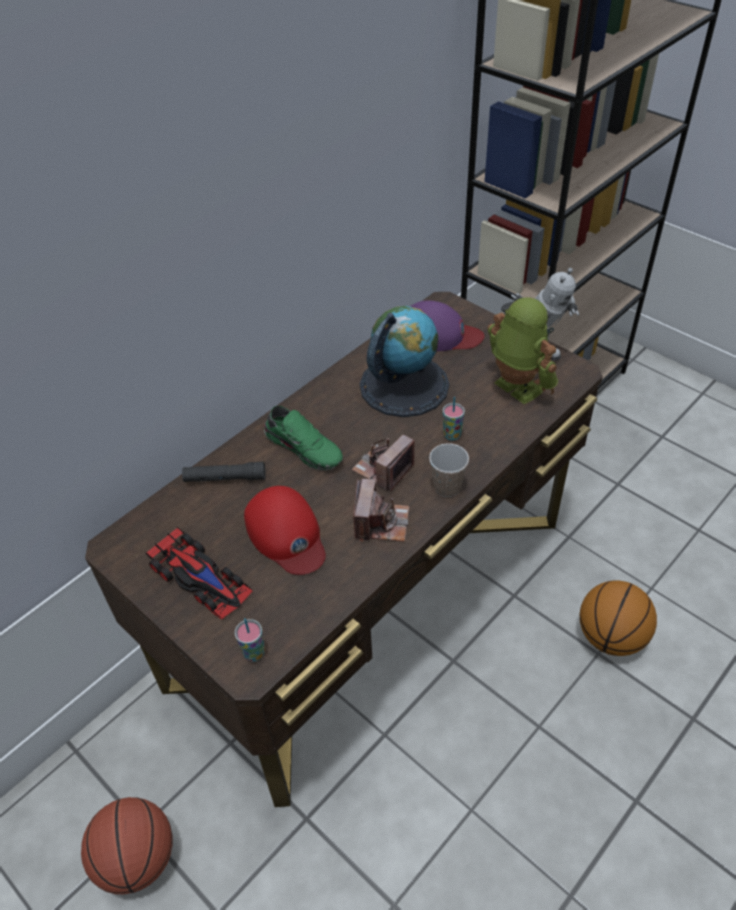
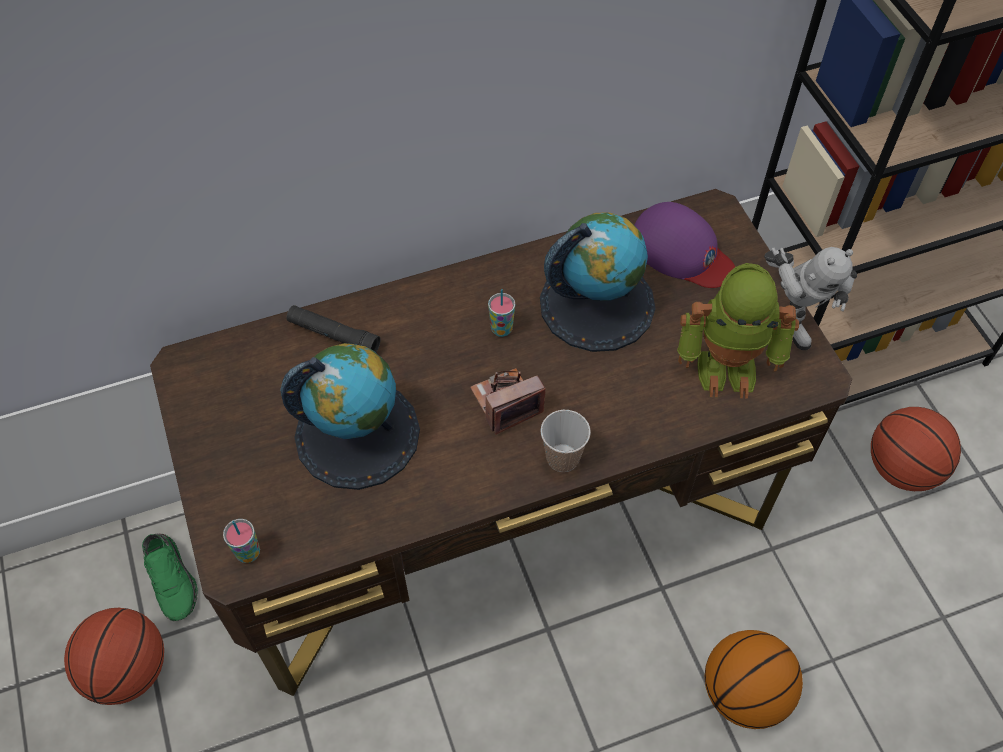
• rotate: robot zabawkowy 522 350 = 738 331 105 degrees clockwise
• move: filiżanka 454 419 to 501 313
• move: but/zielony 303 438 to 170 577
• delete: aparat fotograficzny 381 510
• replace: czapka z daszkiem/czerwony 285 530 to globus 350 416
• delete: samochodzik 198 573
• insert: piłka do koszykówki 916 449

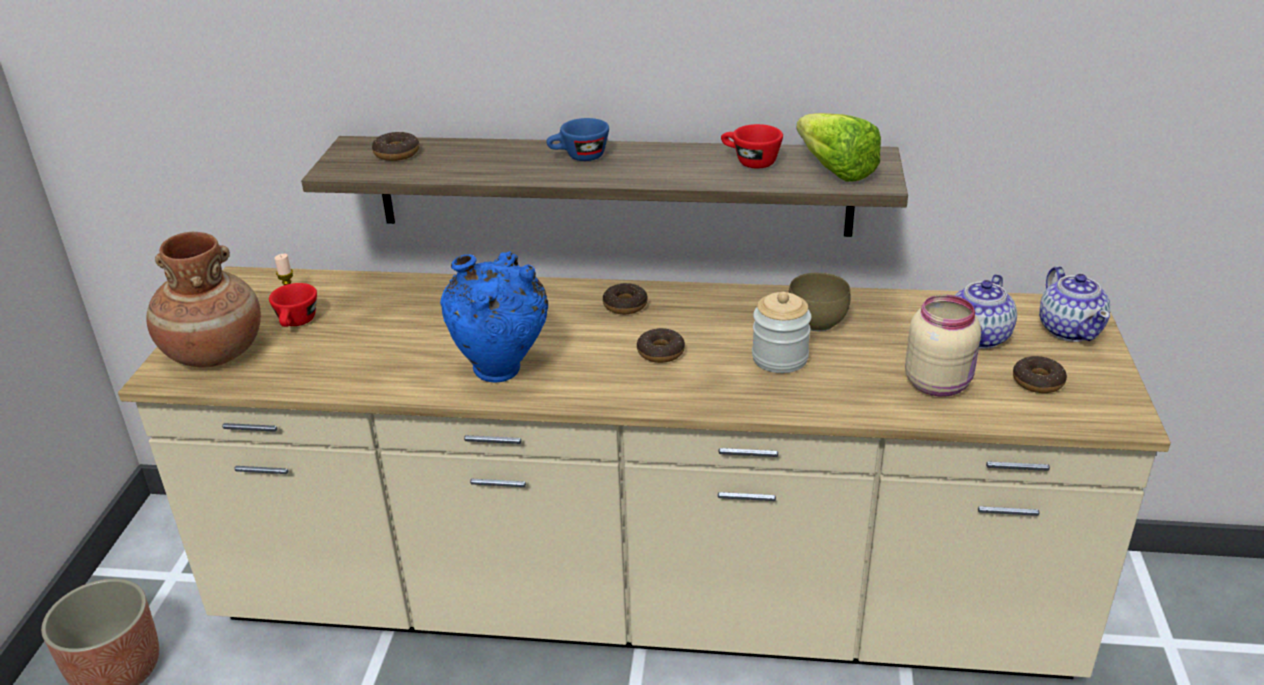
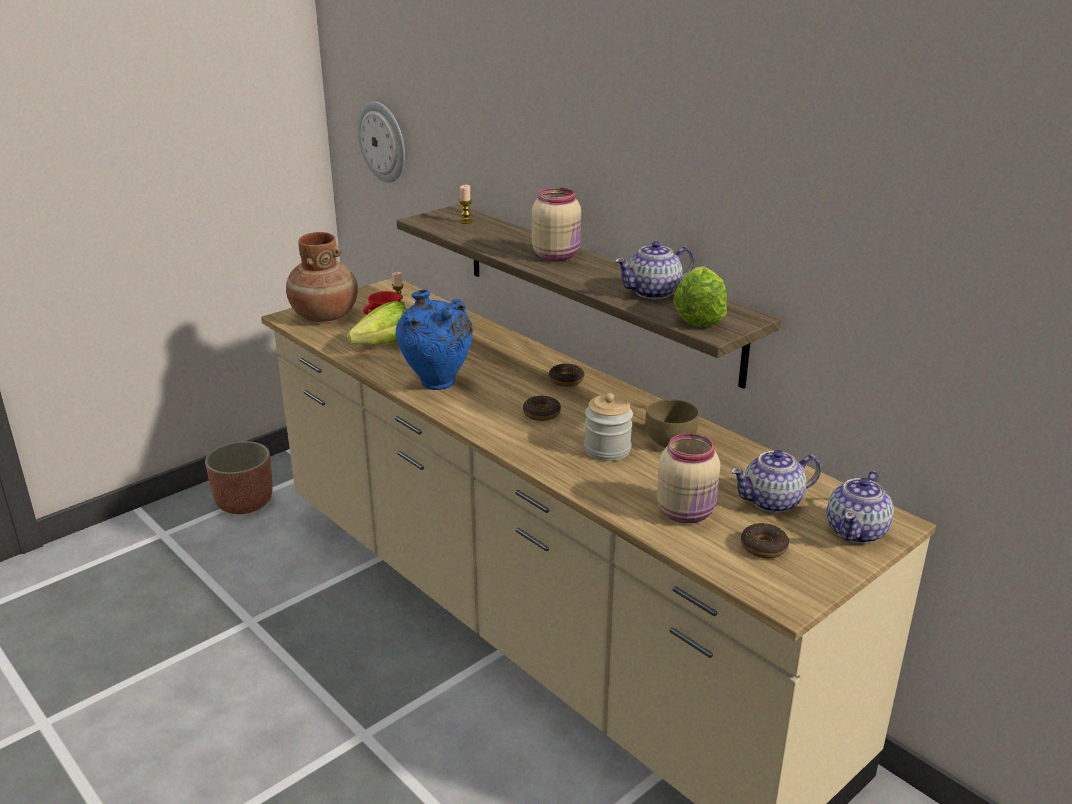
• replace: filiżanka/niebieski 577 139 to słoik/beżowy 556 224
• replace: filiżanka/czerwony 752 146 to imbryk 654 270
• replace: donut 395 146 to świeca 465 204
• insert: zegar ścienny 381 142
• insert: sałata 376 323

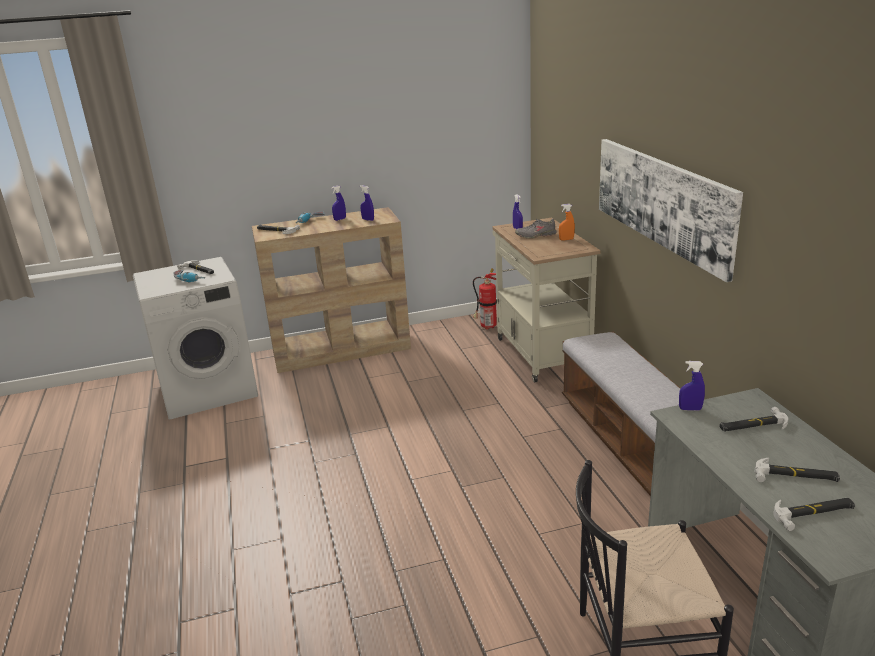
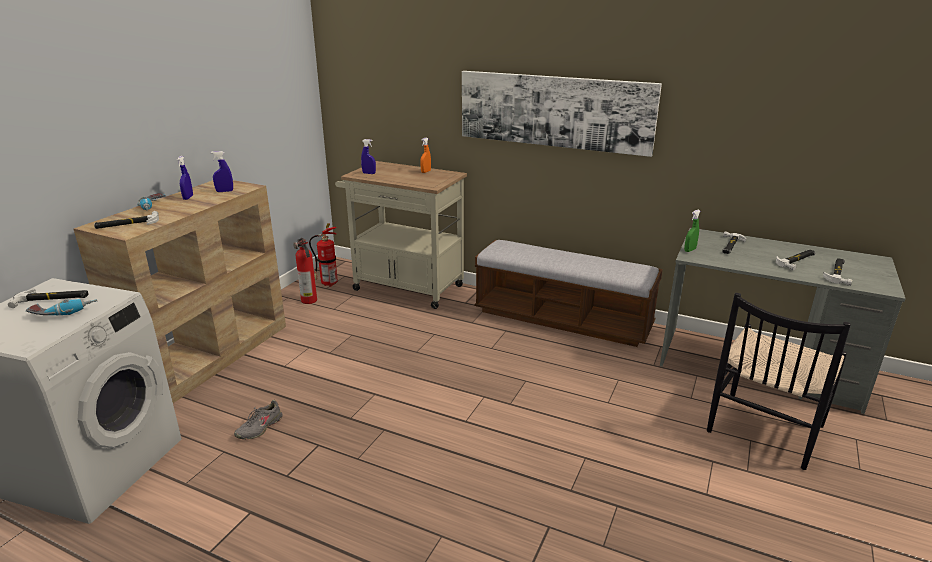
• move: but/szary 536 228 to 258 419
• recolor: spryskiwacz/niebieski 692 385 to spryskiwacz/zielony 692 231
• insert: gaśnica 305 271

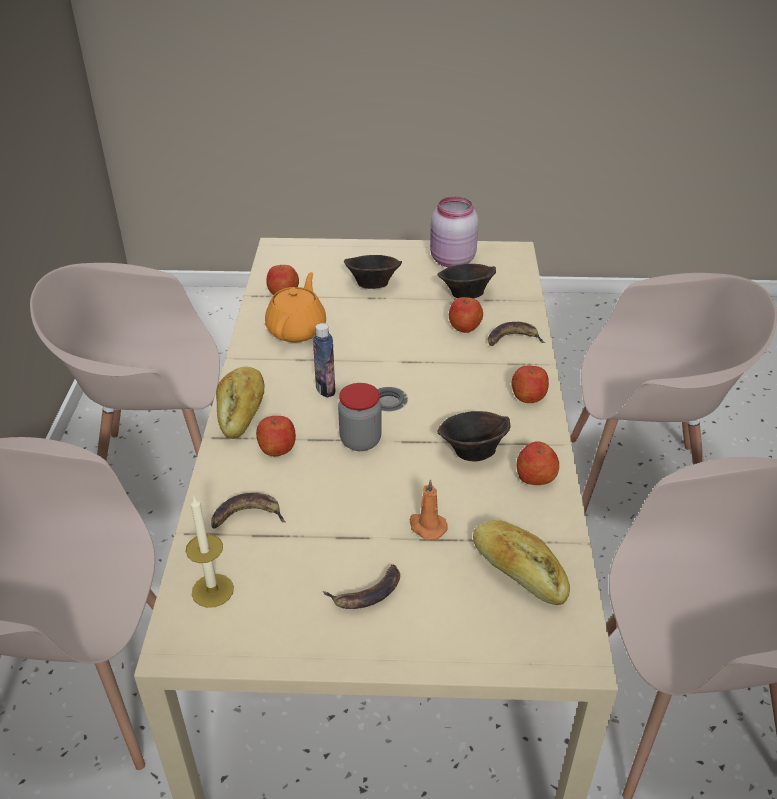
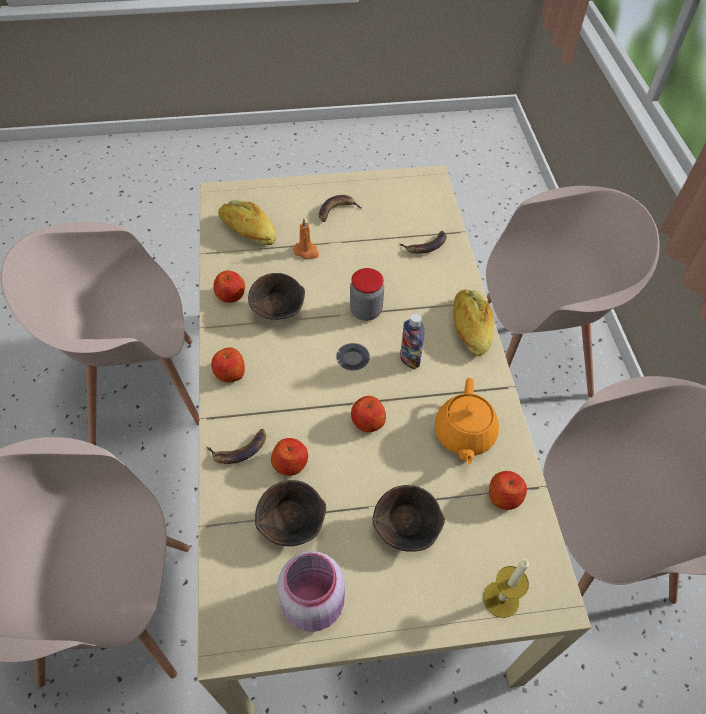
• move: jabłko 276 436 to 368 414
• move: świeca 210 551 to 506 588

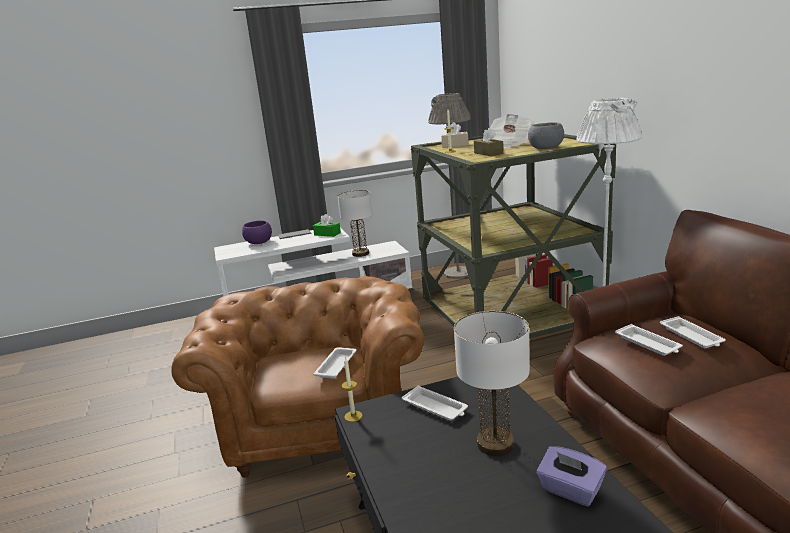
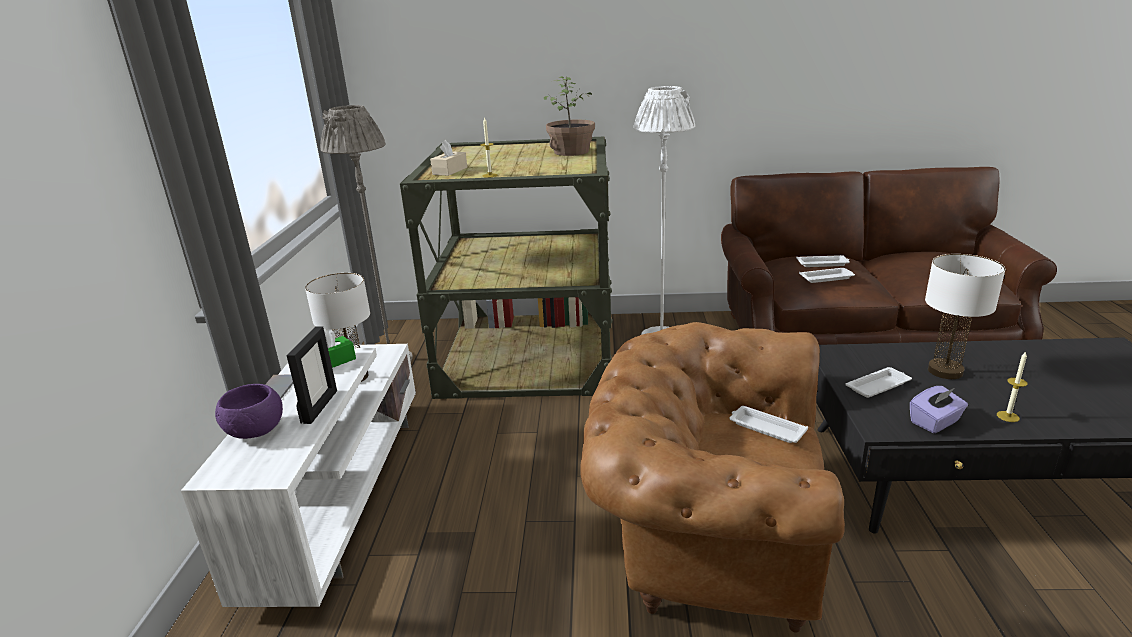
• delete: gazeta 512 131
• replace: miska/szary 546 135 to roślina doniczkowa 569 116
• delete: pudełko chusteczek/brązowy 488 142
• move: świeca 352 389 to 1012 386
• move: pudełko chusteczek/fioletowy 571 476 to 939 409
• insert: ramka na zdjęcie 312 375

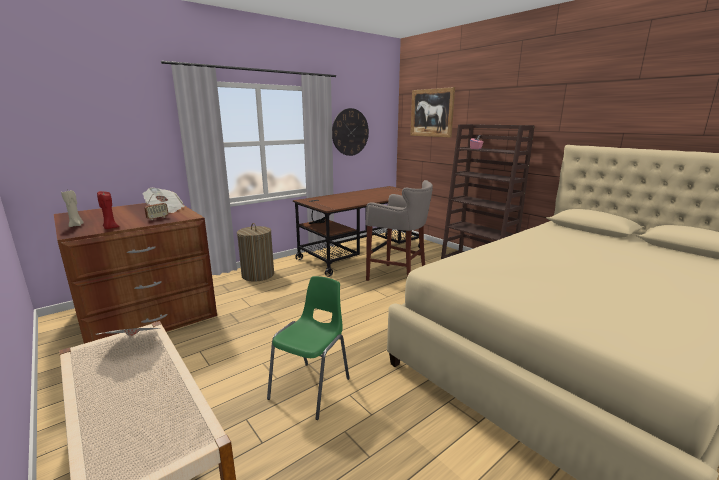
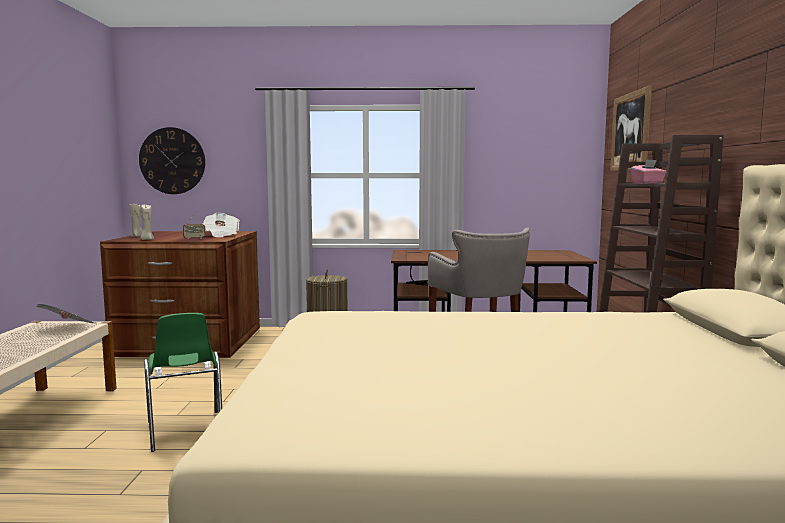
• move: zegar ścienny 350 132 to 172 160
• recolor: świeca/czerwony 108 210 to świeca/beżowy 147 222
• rotate: krzesło/zielony 308 348 = 183 382 90 degrees clockwise

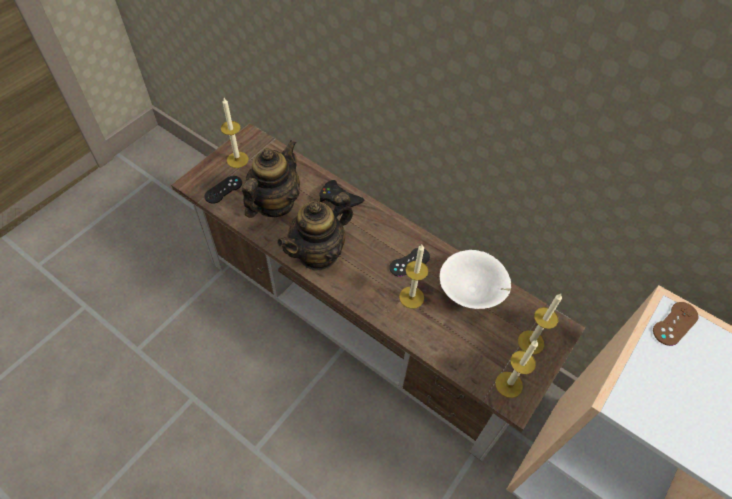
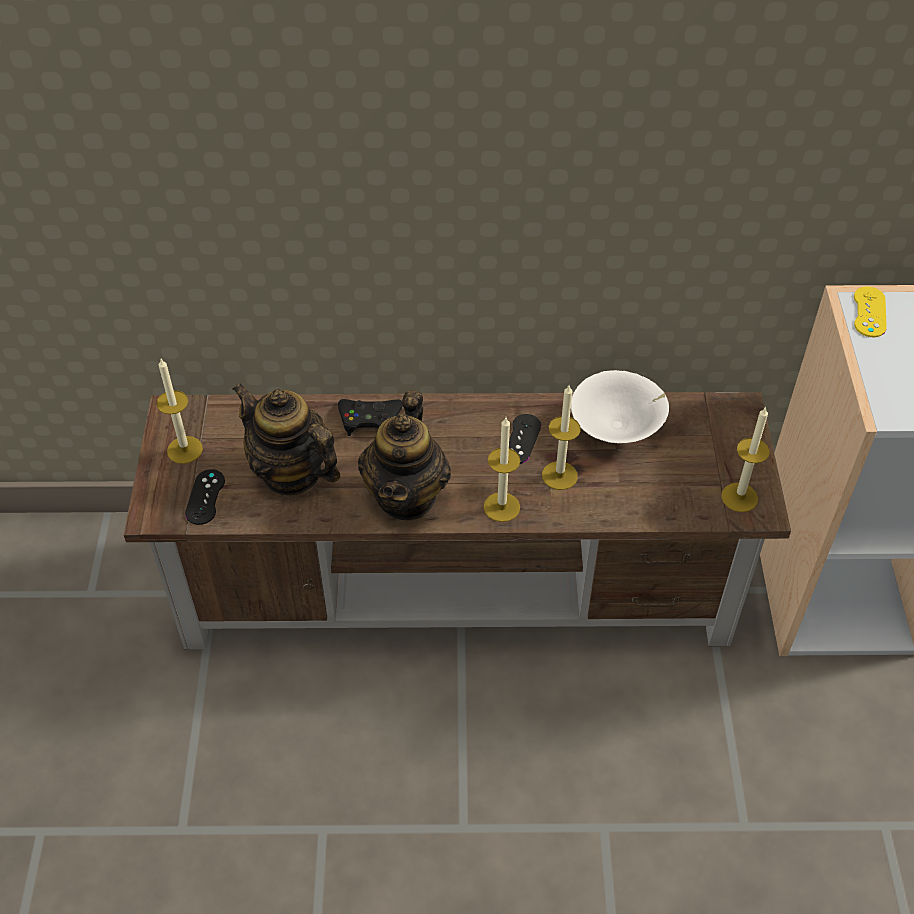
• rotate: imbryk 271 179 = 286 439 45 degrees counterclockwise
• move: świeca 540 324 to 501 470
• recolor: pad do gier/brązowy 676 324 to pad do gier/żółty 870 312

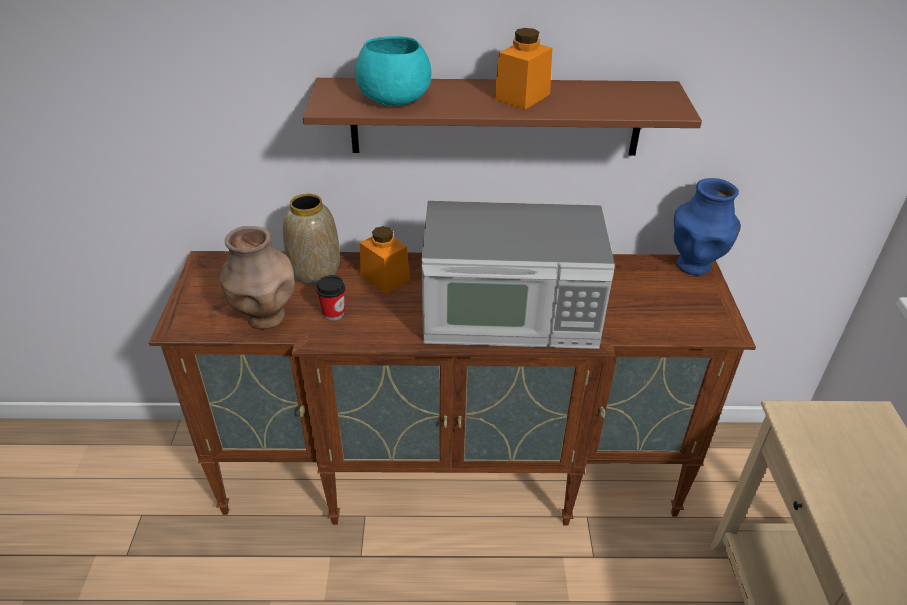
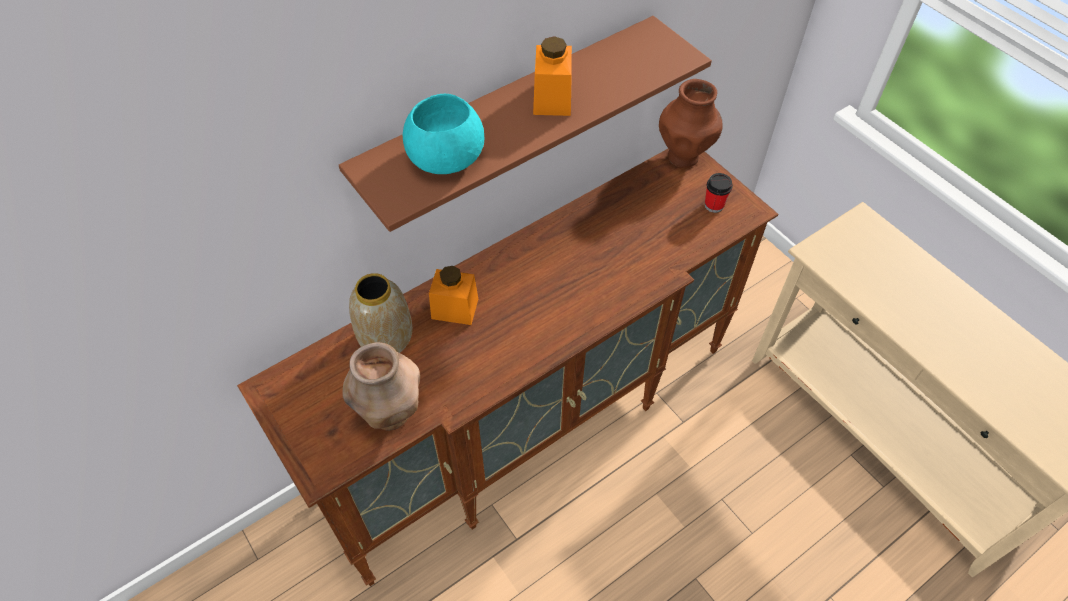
• recolor: wazon/niebieski 707 227 to wazon/brązowy 691 123
• delete: mikrofalówka 518 275
• move: filiżanka 330 298 to 719 193

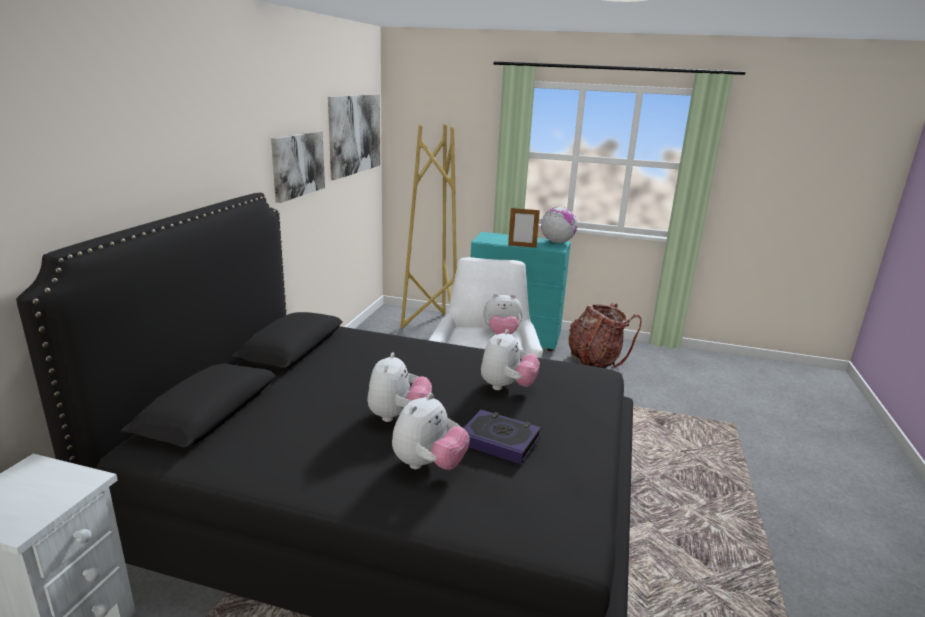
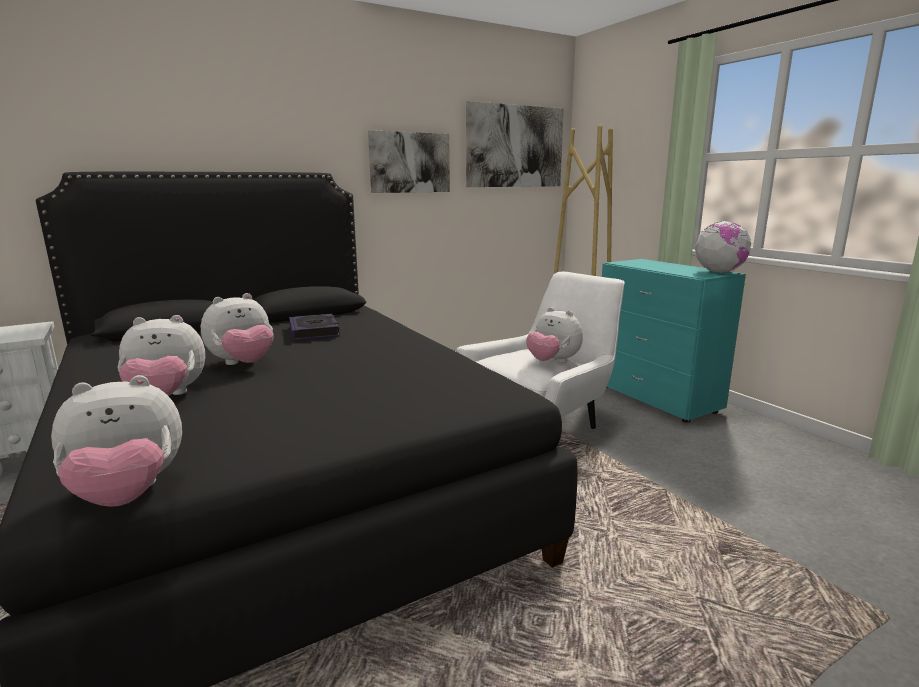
• delete: ramka na zdjęcie 524 227
• delete: plecak 605 335
• move: pluszak 510 359 to 116 441
• move: książka 502 437 to 314 327

